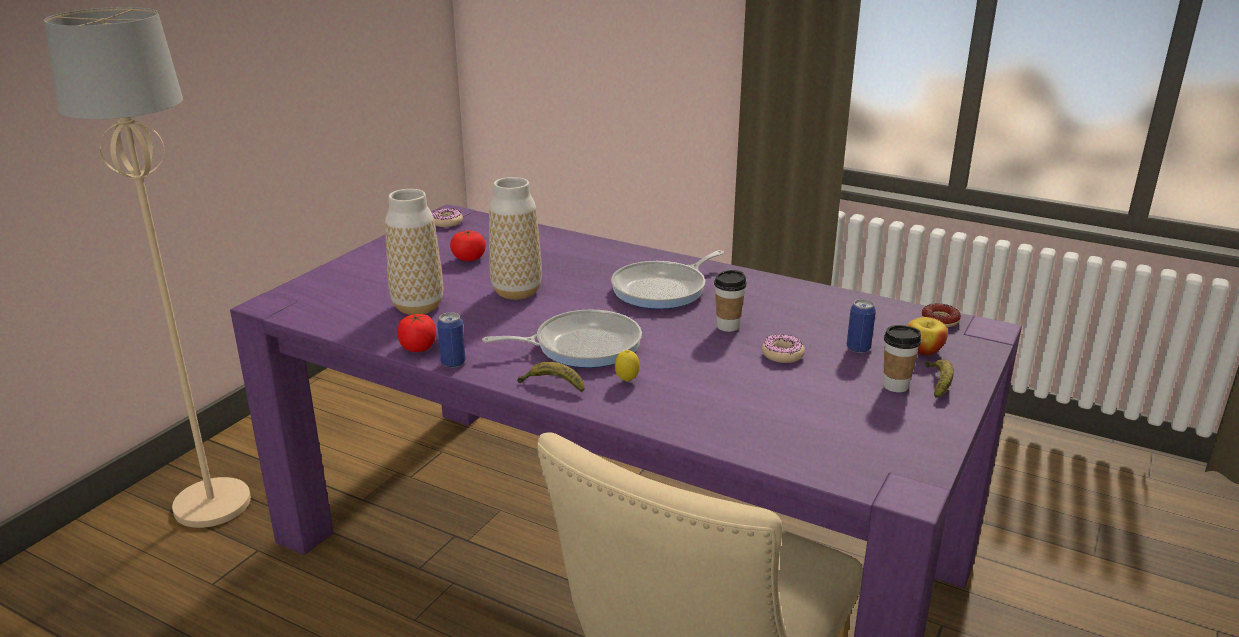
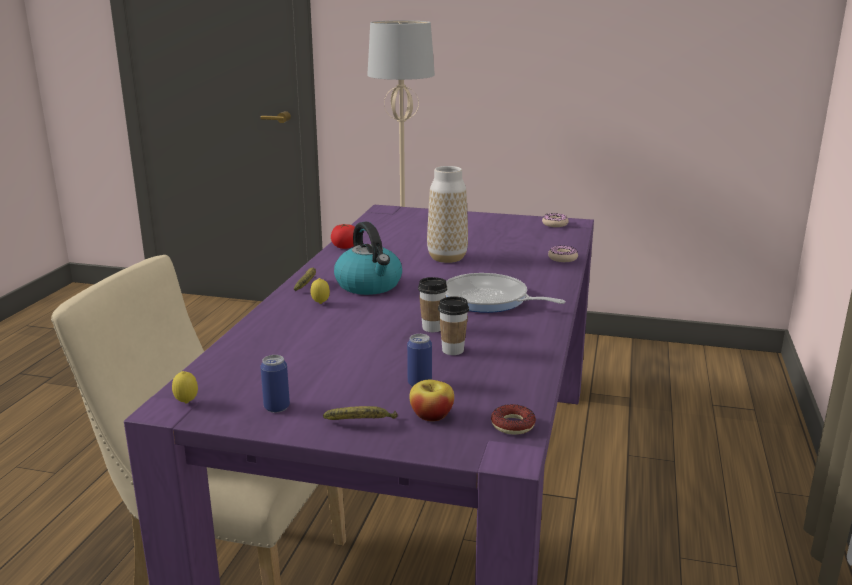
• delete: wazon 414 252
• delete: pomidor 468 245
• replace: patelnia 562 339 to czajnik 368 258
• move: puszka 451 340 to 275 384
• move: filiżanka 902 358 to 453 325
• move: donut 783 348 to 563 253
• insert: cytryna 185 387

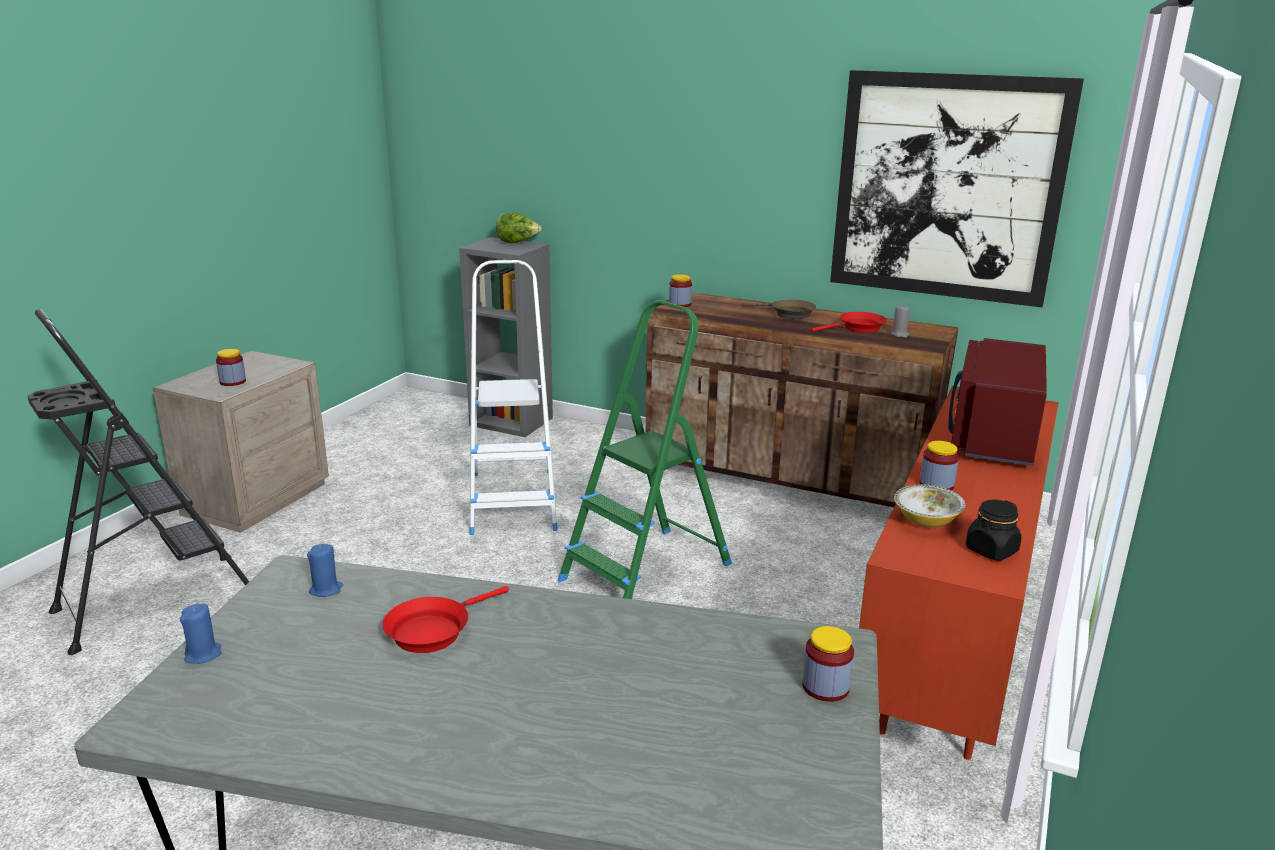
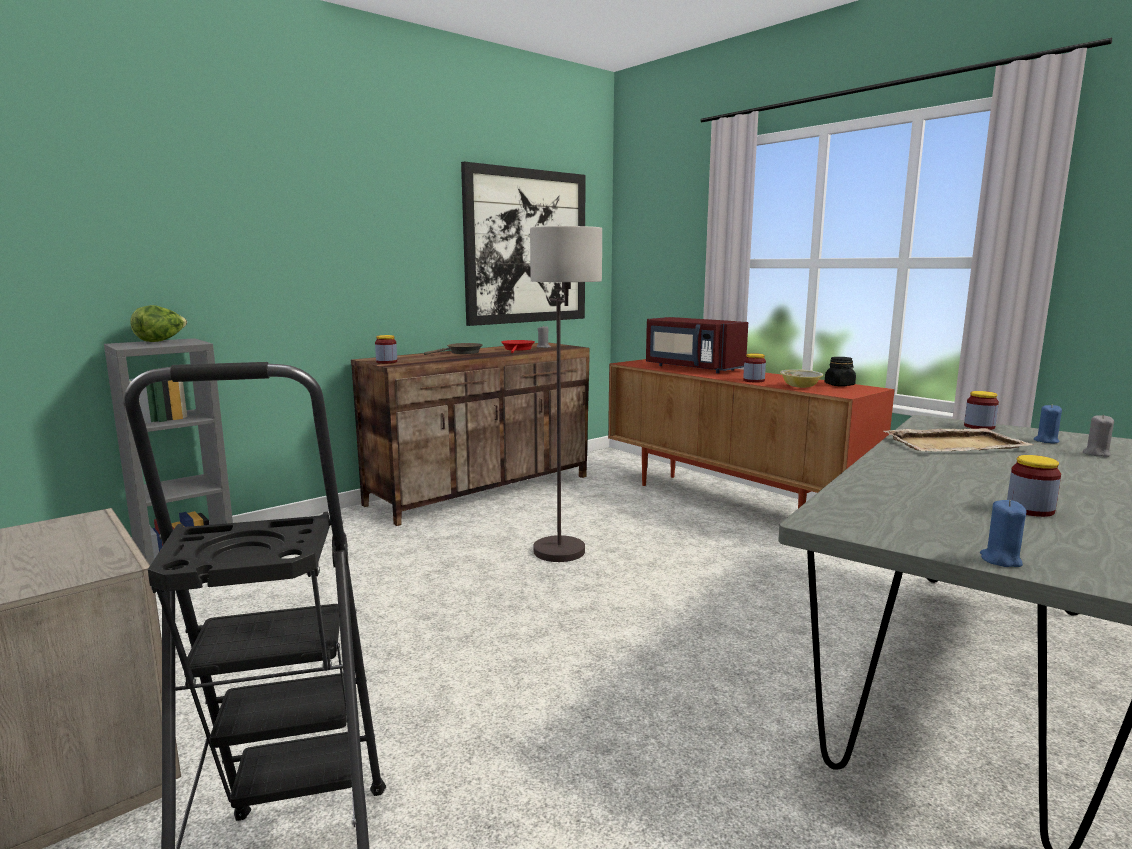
• delete: drabinka/biały 513 397
• replace: drabinka/zielony 645 449 to lampa stojąca/szary 566 394
• move: słoik 231 367 to 1034 486
• move: świeca/niebieski 325 570 to 1048 423
• delete: patelnia/czerwony 445 619
• insert: świeca/szary 1098 435
• insert: taca/beżowy 958 440

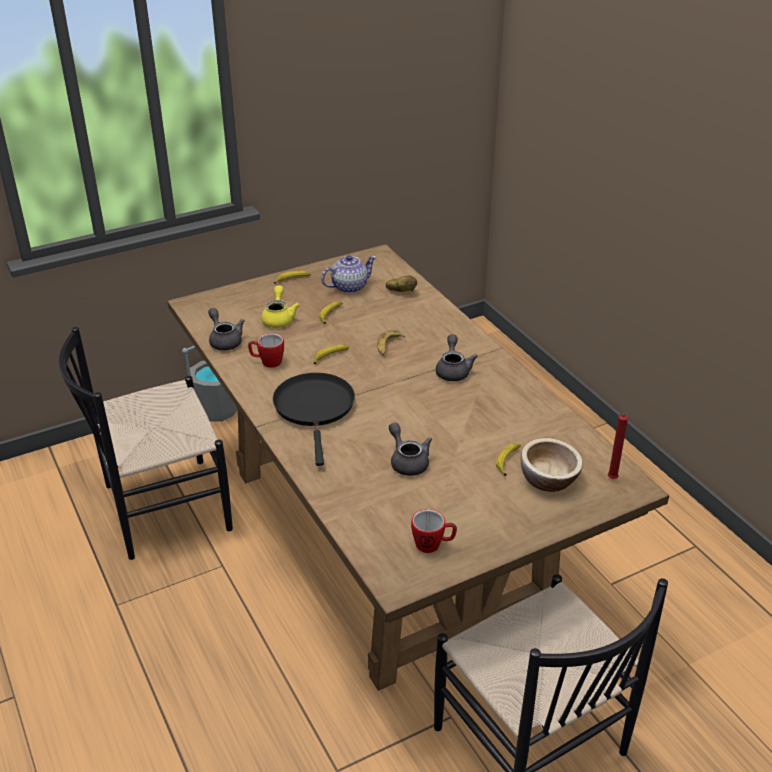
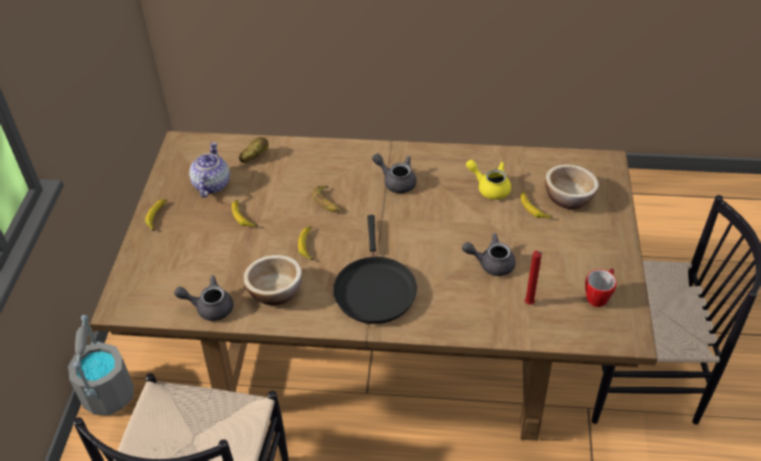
• move: imbryk/żółty 280 306 to 488 180
• replace: kubek 266 350 to miska 272 280
• rotate: patelnia/czarny 314 419 = 375 269 120 degrees counterclockwise
• move: świeca/czerwony 618 446 to 533 278

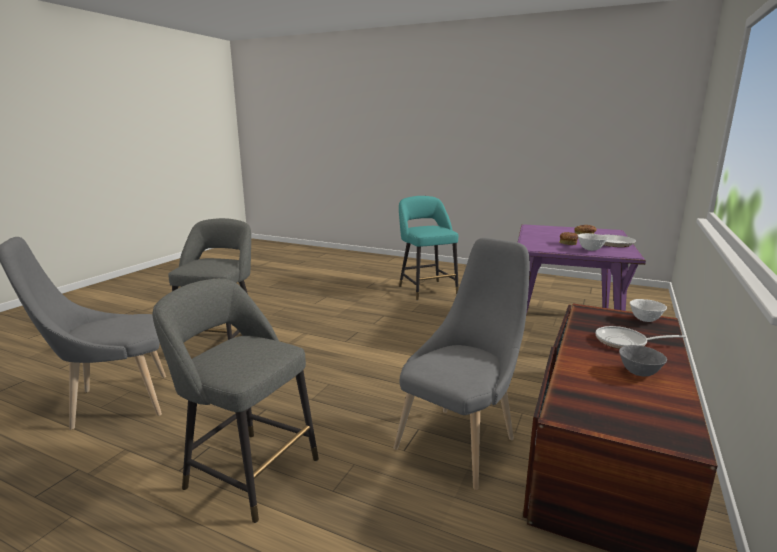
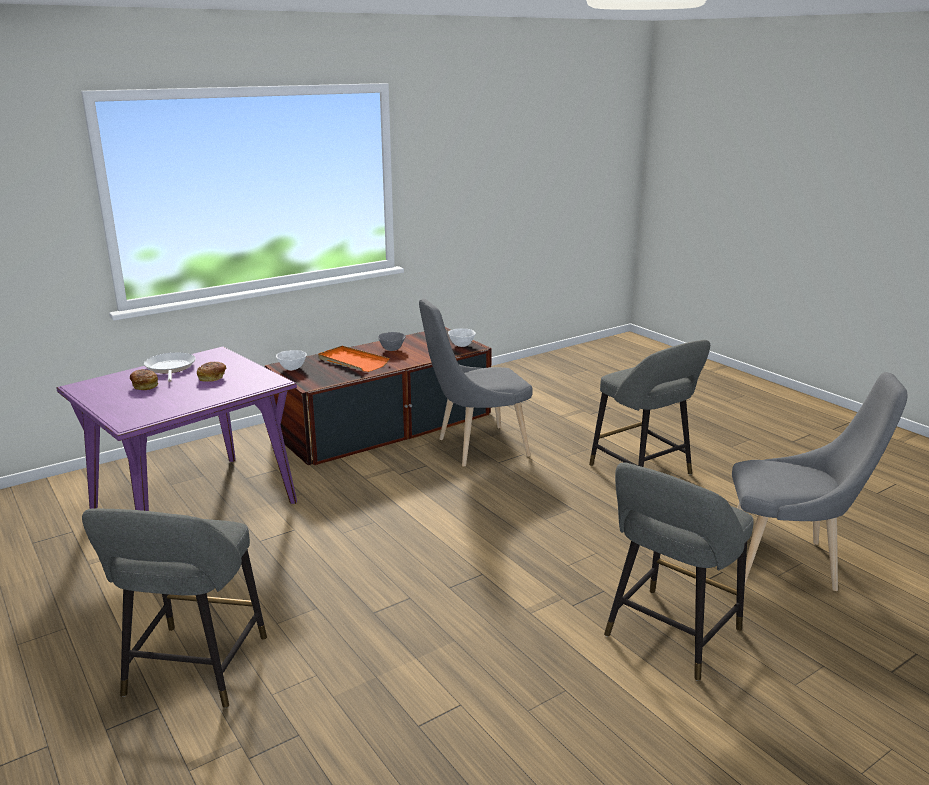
• recolor: stołek/turkusowy 429 248 to stołek/szary 174 608
• move: miska/biały 593 242 to 462 337
• replace: patelnia 641 337 to taca/pomarańczowy 353 359

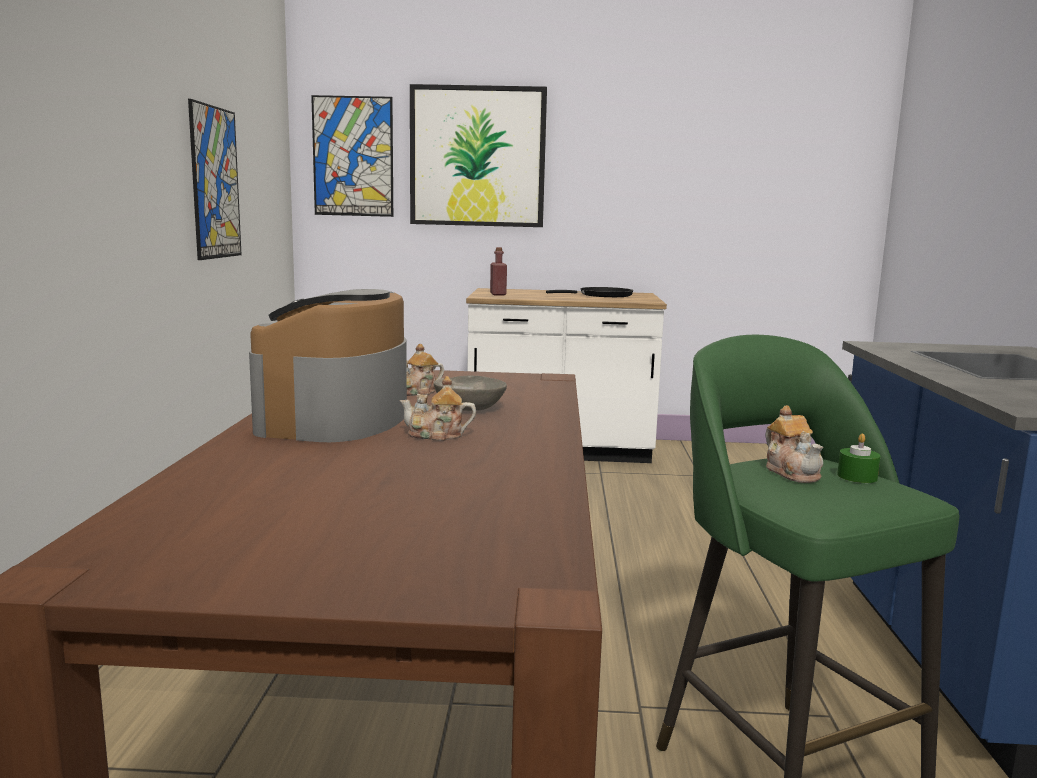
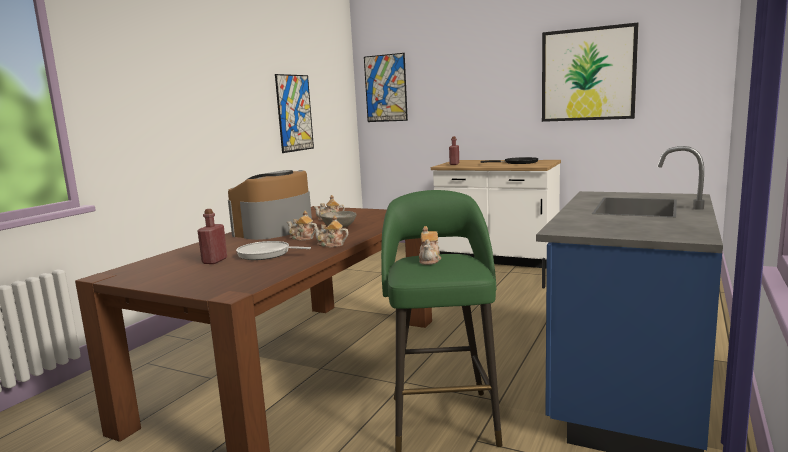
• move: obraz 478 155 to 590 72
• delete: świeca/zielony 859 458
• insert: butelka/czerwony 212 236
• insert: imbryk 331 231
• insert: patelnia 273 250

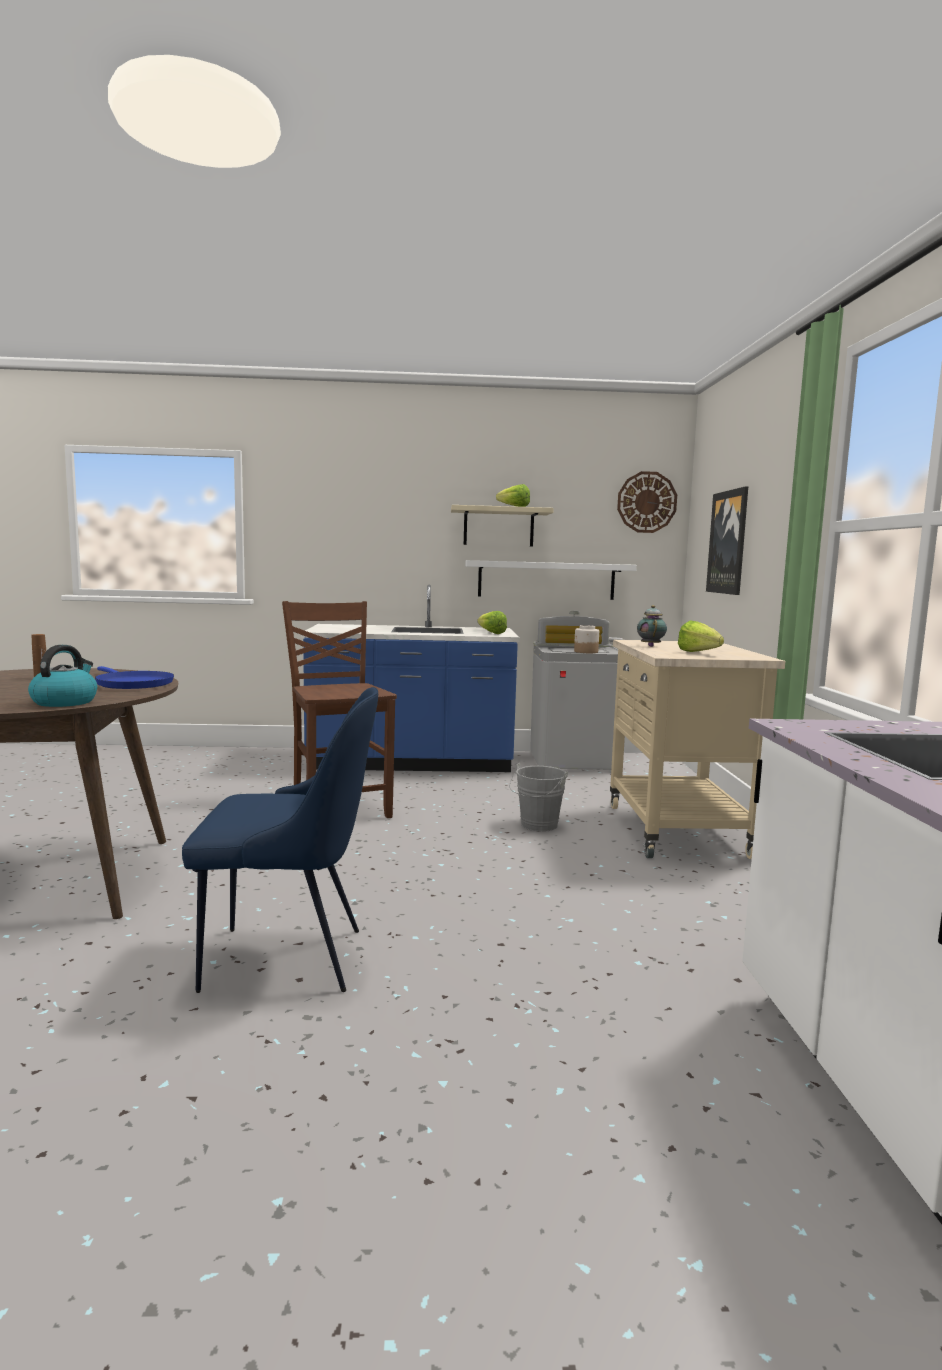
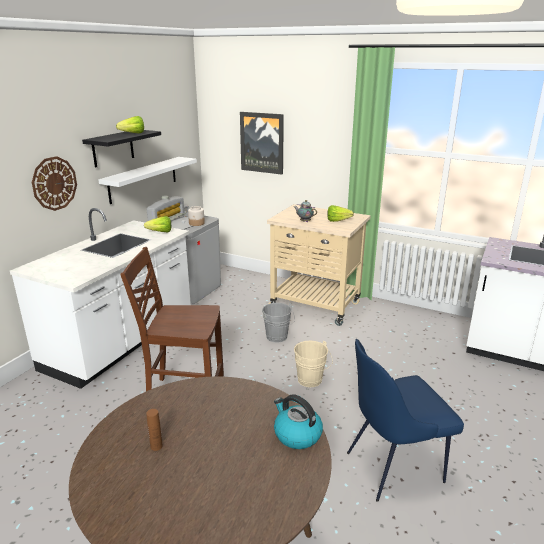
• move: zegar ścienny 647 502 to 54 183
• recolor: półka/beżowy 502 526 to półka/czarny 121 149
• recolor: zabudowa kuchenna/niebieski 410 678 to zabudowa kuchenna/biały 100 298
• delete: patelnia/niebieski 134 677
• rotate: krzesło/niebieski 280 840 = 405 420 135 degrees counterclockwise
• insert: wiadro/beżowy 313 363

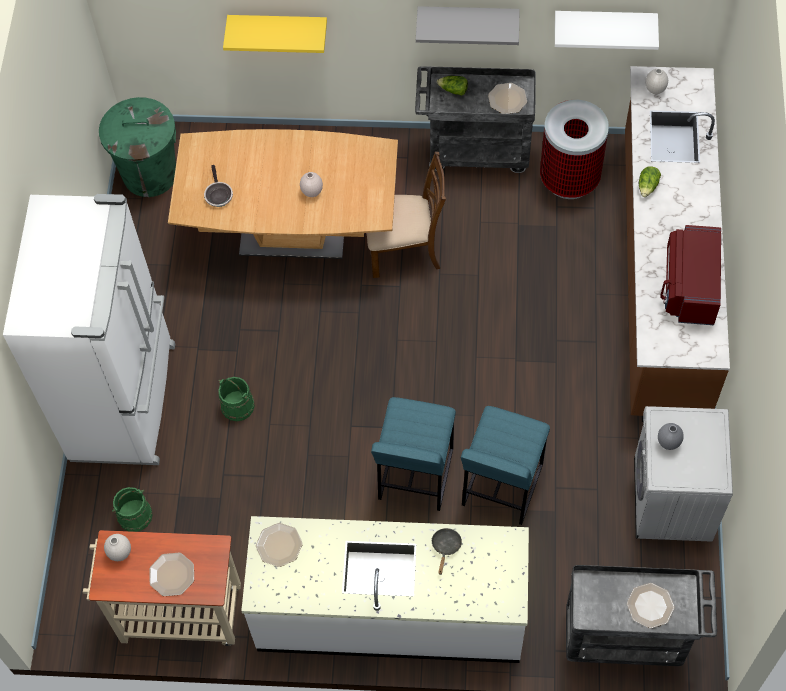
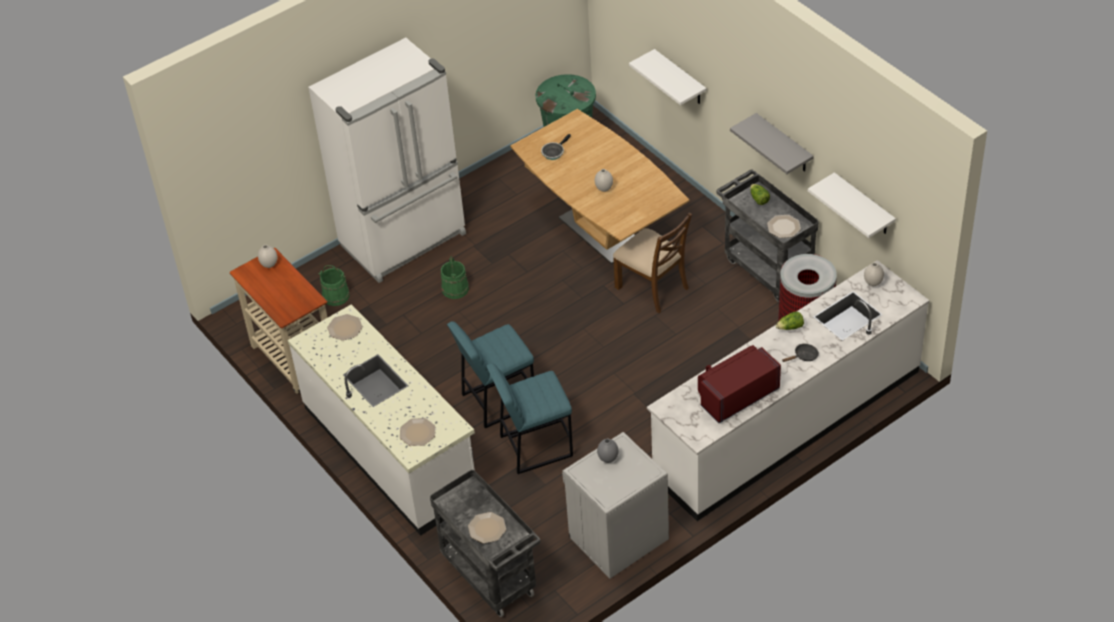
• recolor: półka/żółty 275 34 to półka/biały 667 77
• recolor: zabudowa kuchenna/brązowy 677 244 to zabudowa kuchenna/biały 788 390
• move: patelnia/czarny 446 551 to 800 353
• move: talerz 171 574 to 417 432

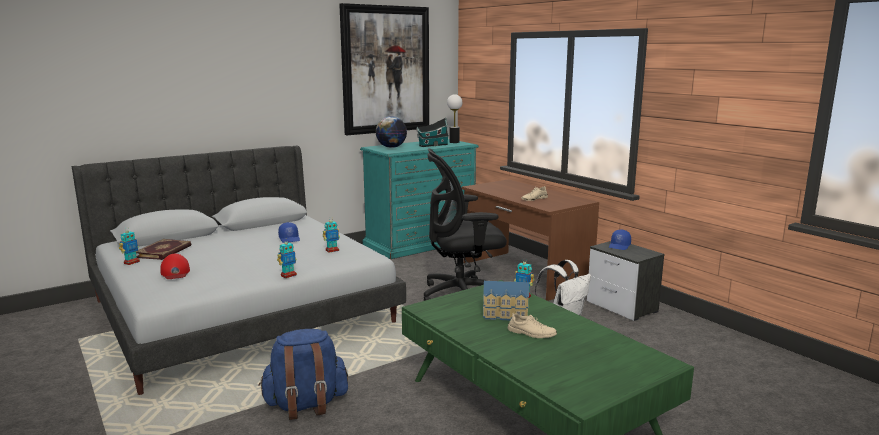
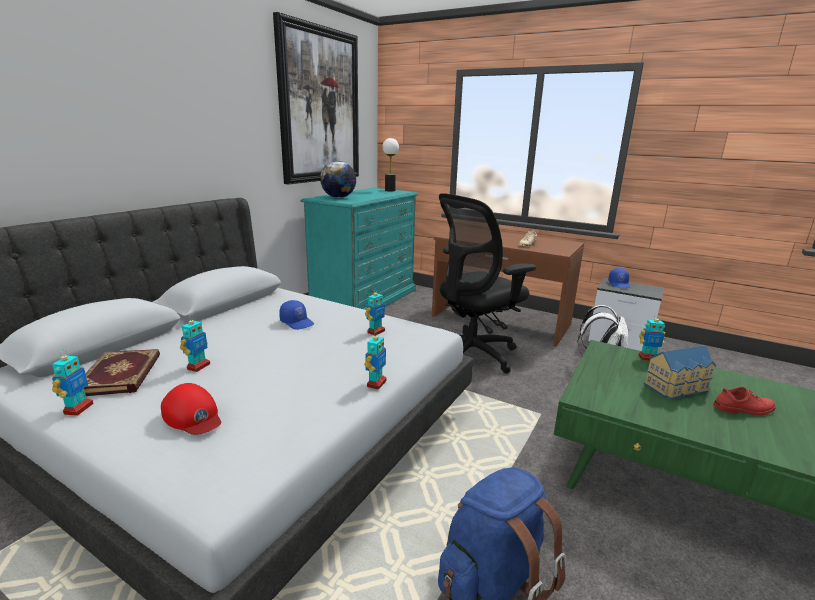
• delete: domek 433 132
• recolor: but/beżowy 532 325 to but/czerwony 744 401
• insert: robot zabawkowy 195 343

